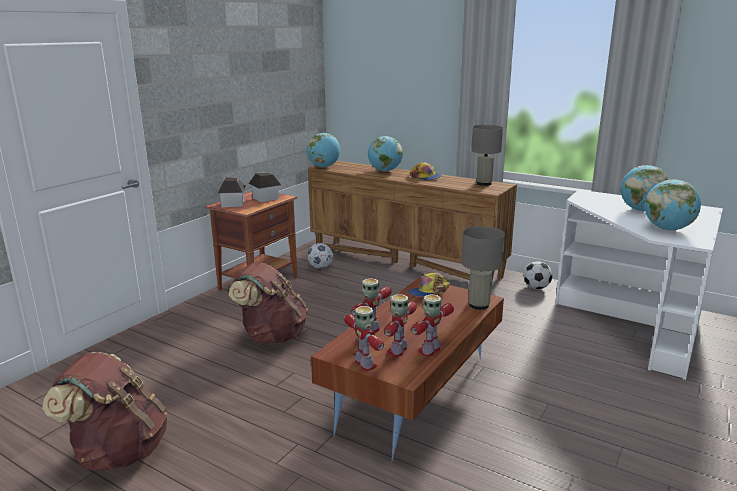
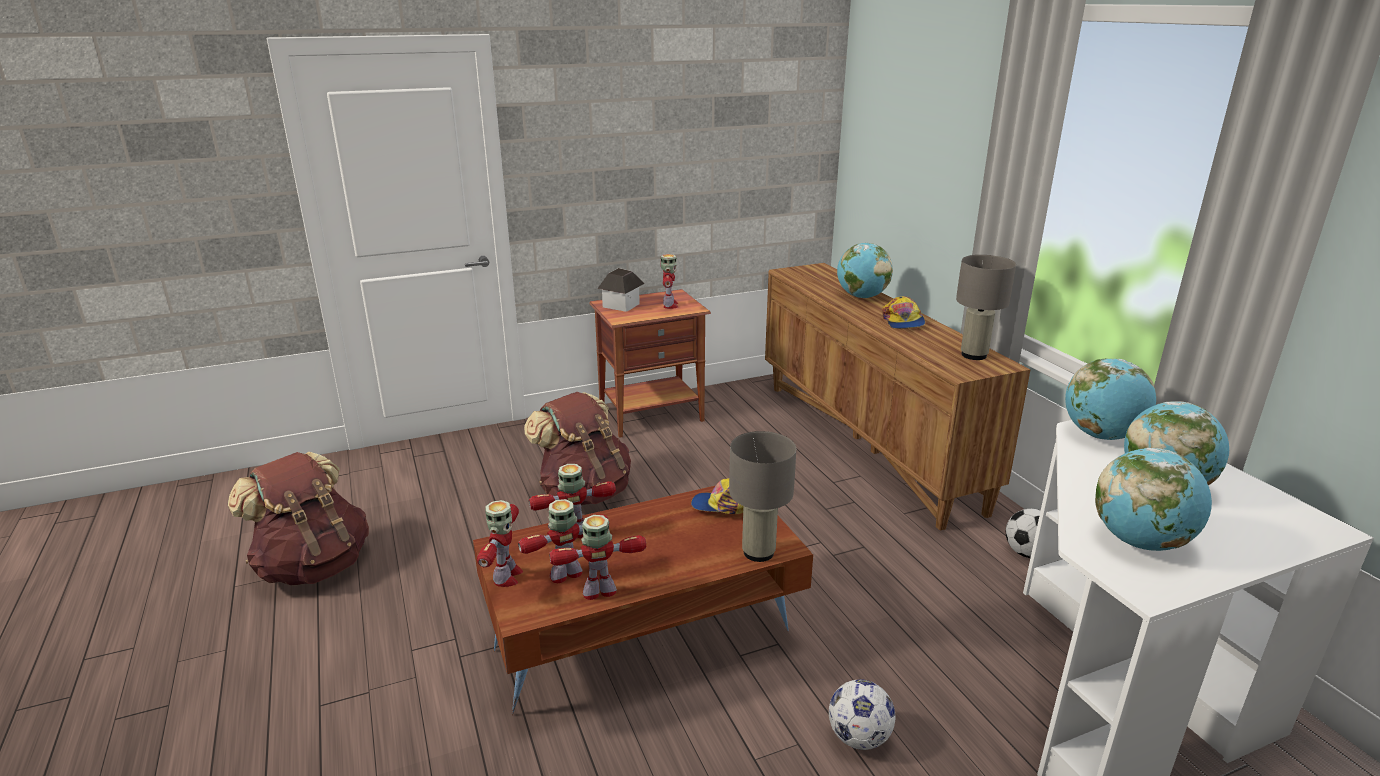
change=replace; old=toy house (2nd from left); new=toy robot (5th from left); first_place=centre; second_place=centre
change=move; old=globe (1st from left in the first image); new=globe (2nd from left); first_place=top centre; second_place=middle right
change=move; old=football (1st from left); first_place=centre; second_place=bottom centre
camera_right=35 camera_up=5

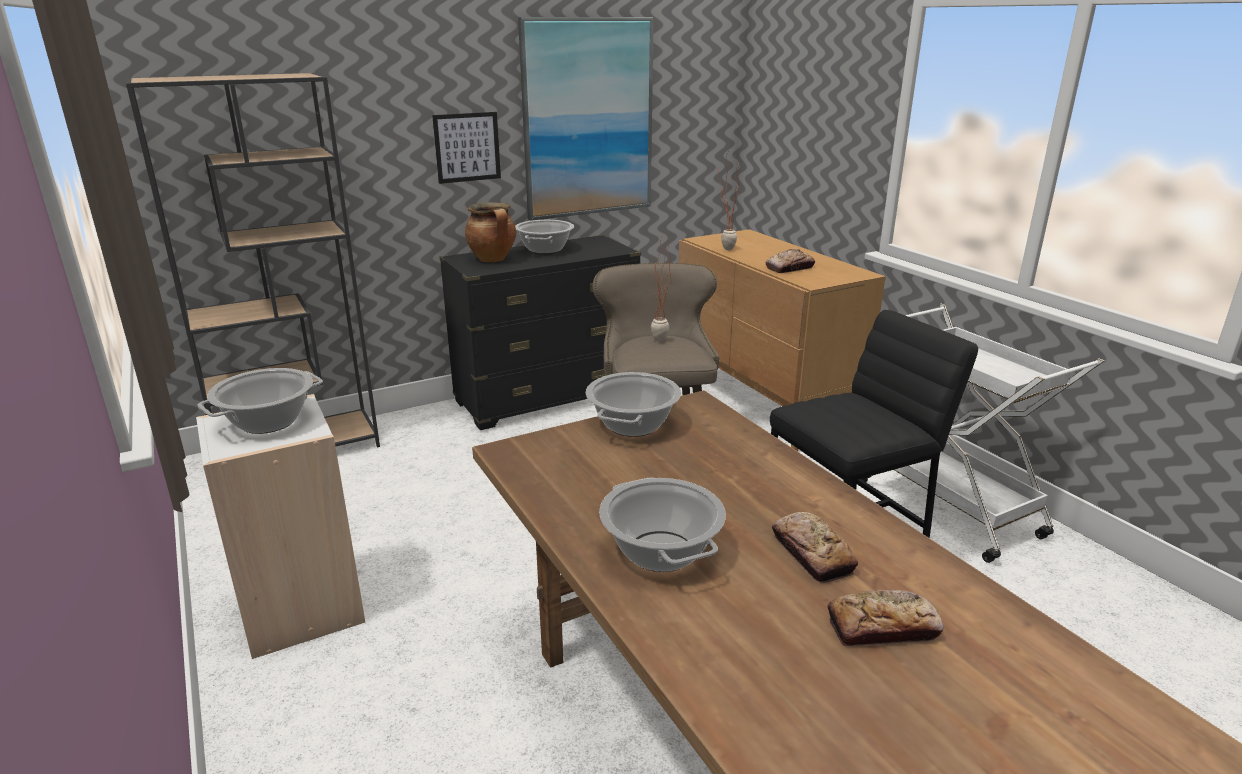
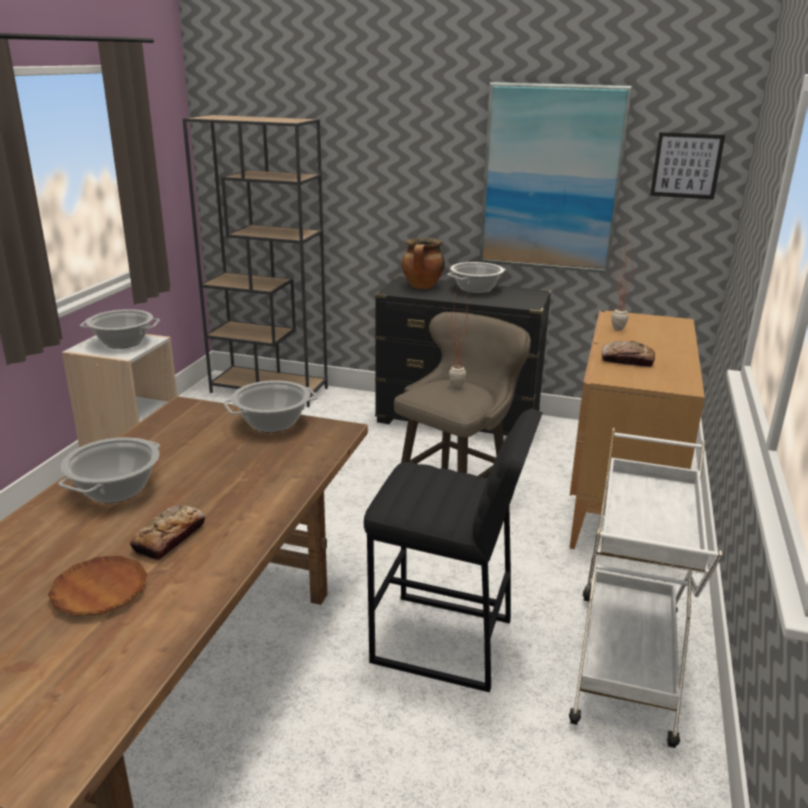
change=move; old=picture (1st from left in the first image); new=picture (2nd from left); first_place=top centre; second_place=top right
change=replace; old=bread (3rd from left); new=plate/brown; first_place=bottom right; second_place=bottom left
camera_right=45 camera_up=0

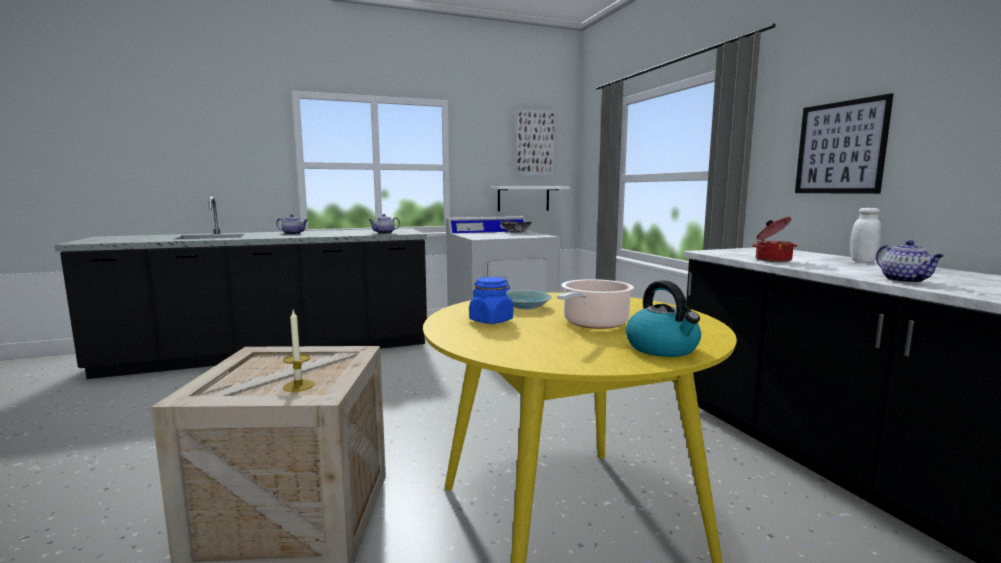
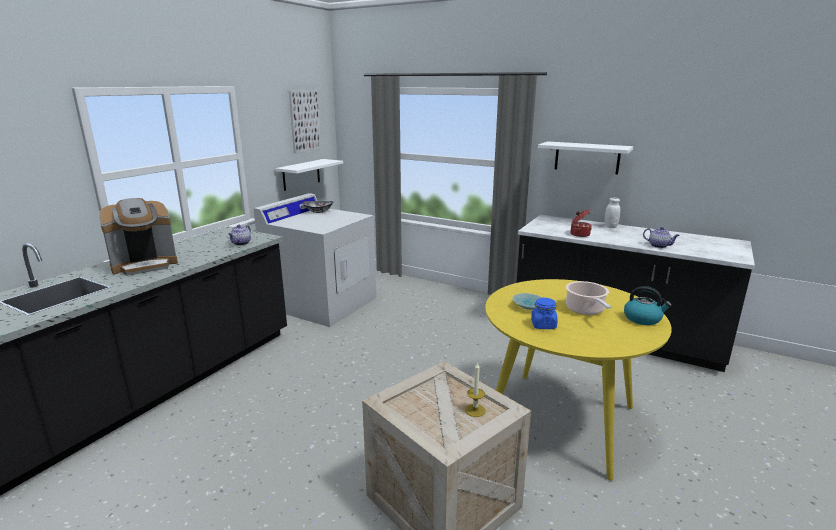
change=replace; old=teapot (1st from left); new=coffee machine; first_place=middle left; second_place=middle left
change=replace; old=picture (2nd from left); new=shelf/white (2nd from left); first_place=top right; second_place=top right
camera_right=-40 camera_up=10

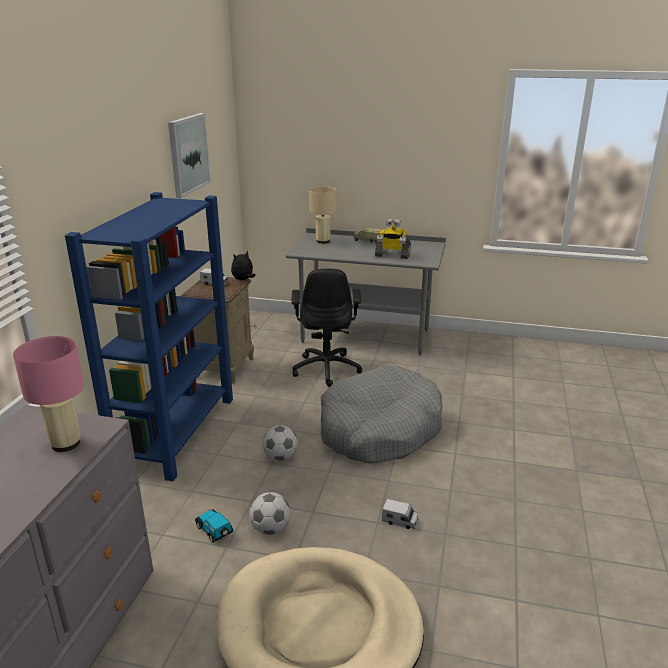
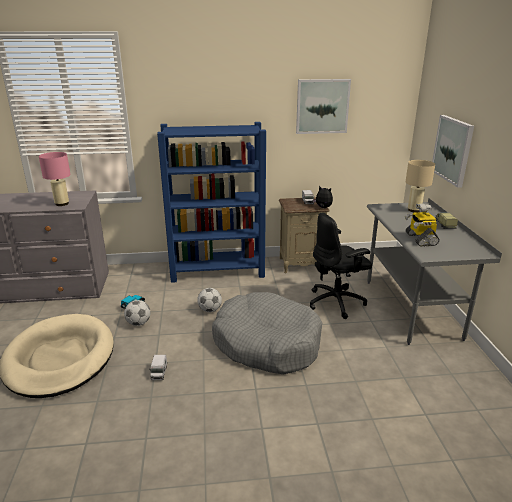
change=insert; new=picture (2nd from left); second_place=top right
camera_right=70 camera_up=0

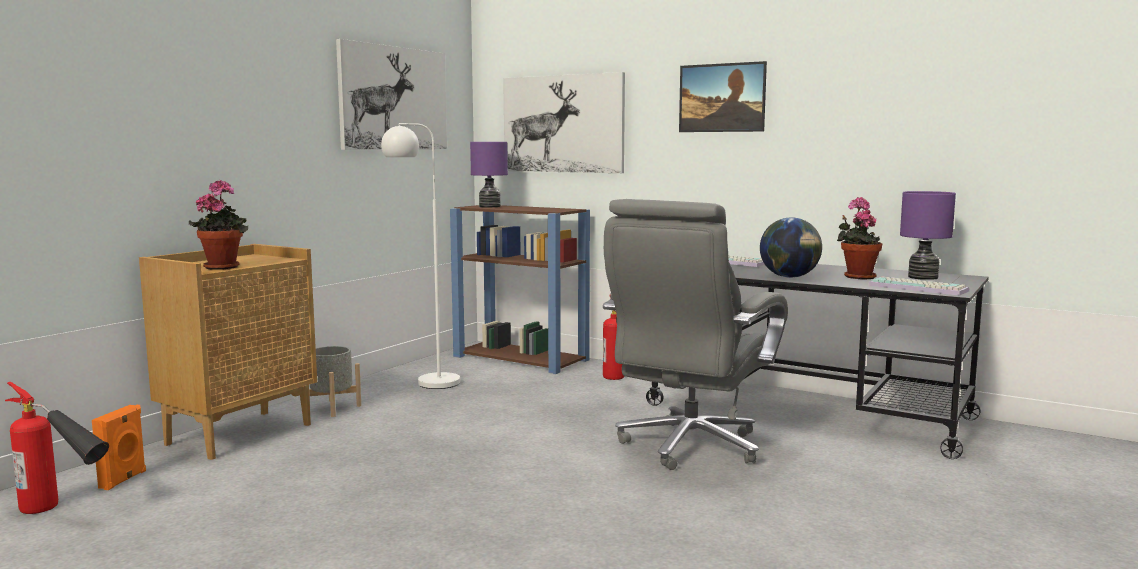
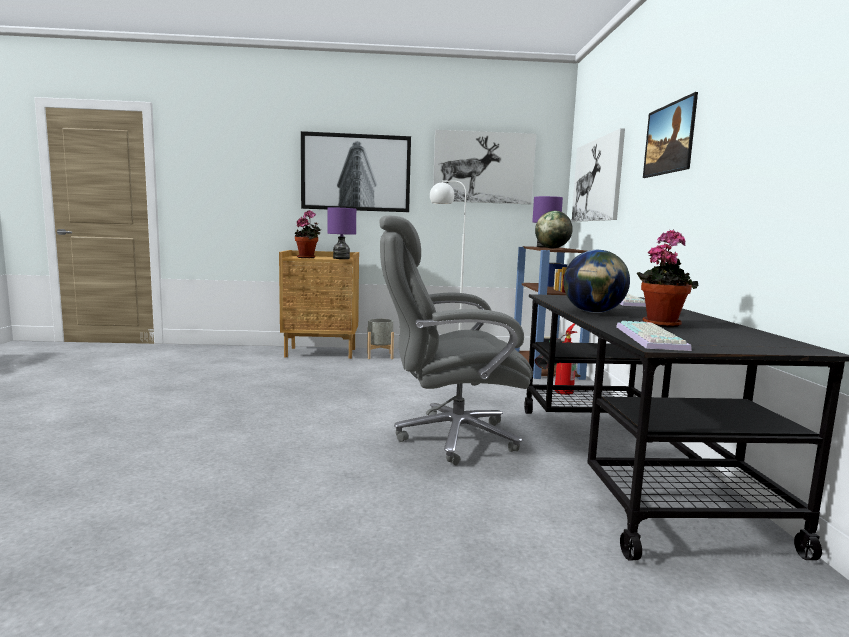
change=delete; old=fire extinguisher (1st from left); first_place=bottom left
change=delete; old=speaker/orange; first_place=bottom left
change=move; old=table lamp/purple (2nd from left in the first image); new=table lamp/purple (1st from left); first_place=middle right; second_place=centre
change=insert; new=picture (1st from left); second_place=top centre
change=insert; new=globe (1st from left); second_place=centre
camera_right=55 camera_up=0

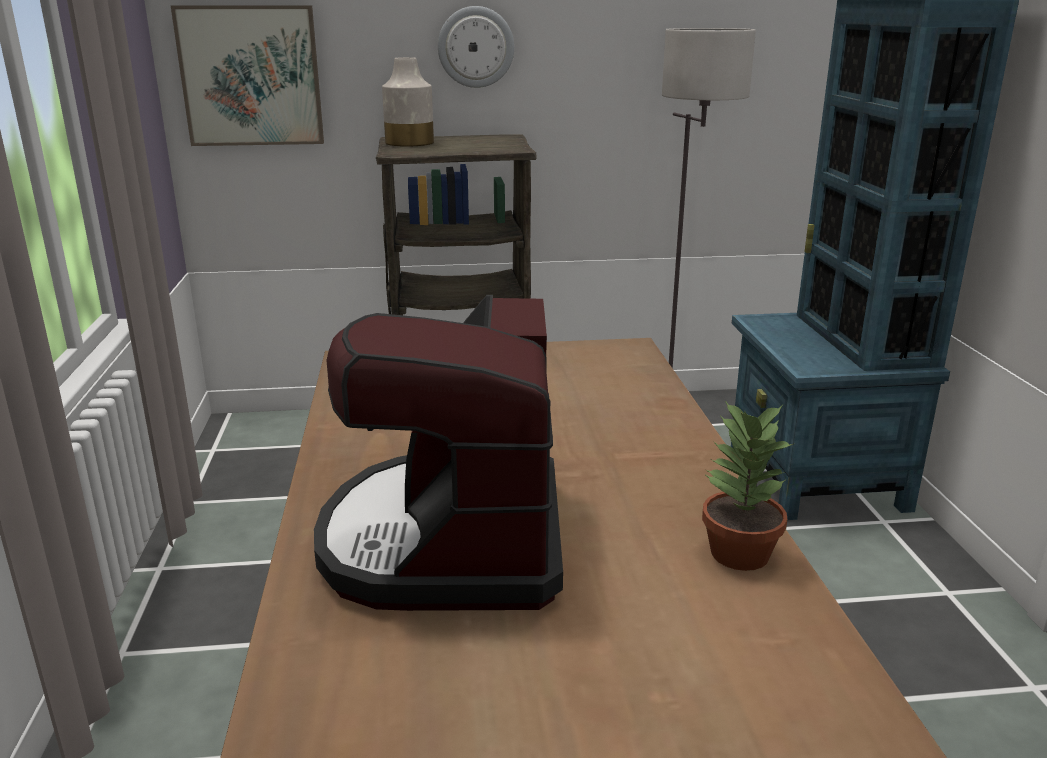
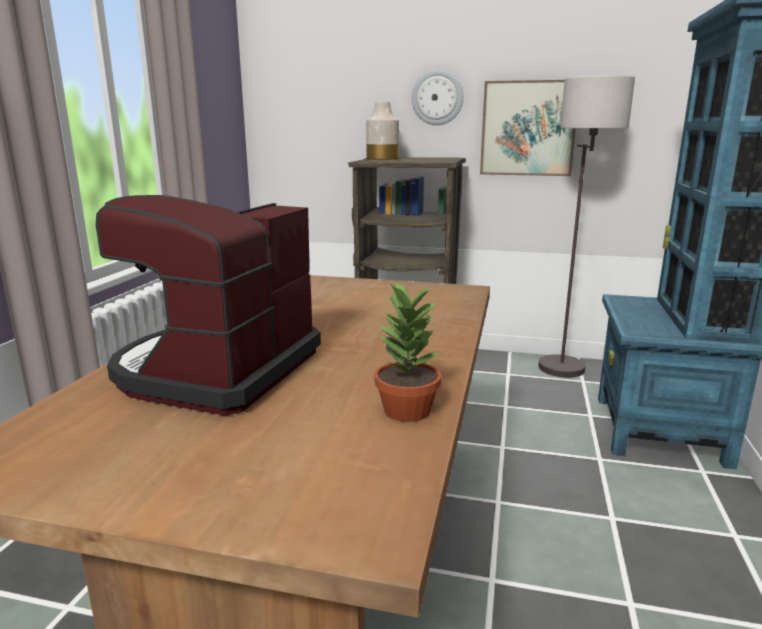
change=move; old=picture; first_place=top left; second_place=top right
camera_right=20 camera_up=-5

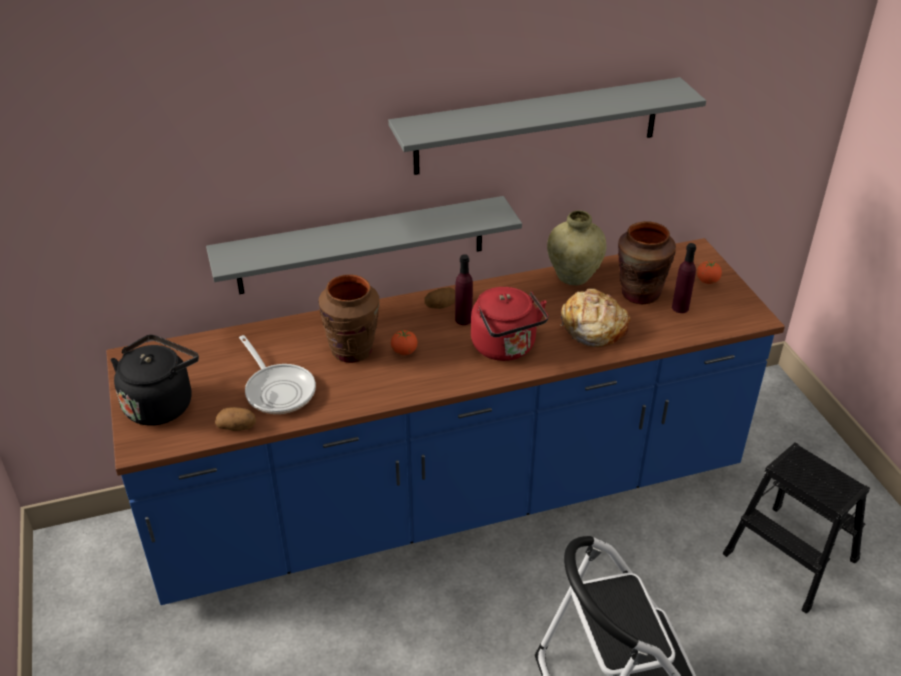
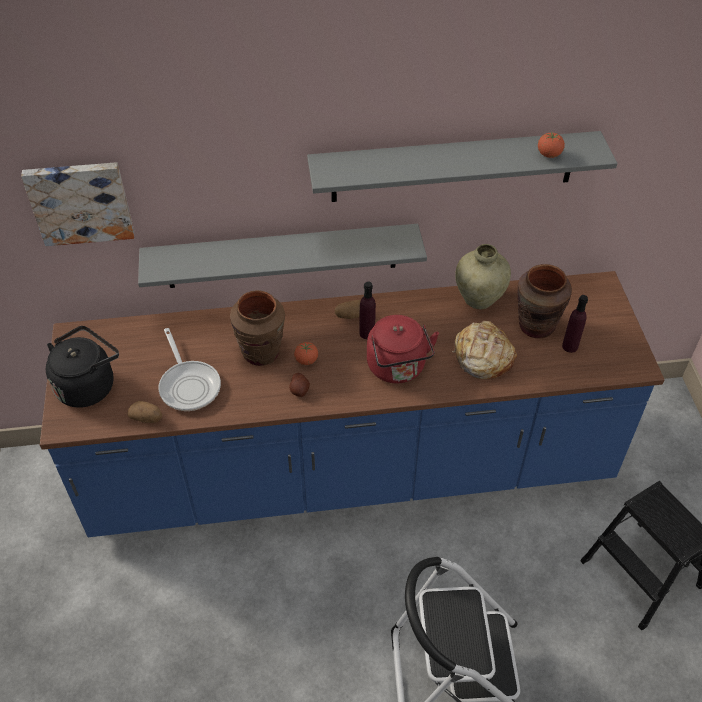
change=move; old=tomato (2nd from left); first_place=middle right; second_place=top right
change=insert; new=picture; second_place=top left
change=insert; new=potato (2nd from left); second_place=centre
camera_right=10 camera_up=10

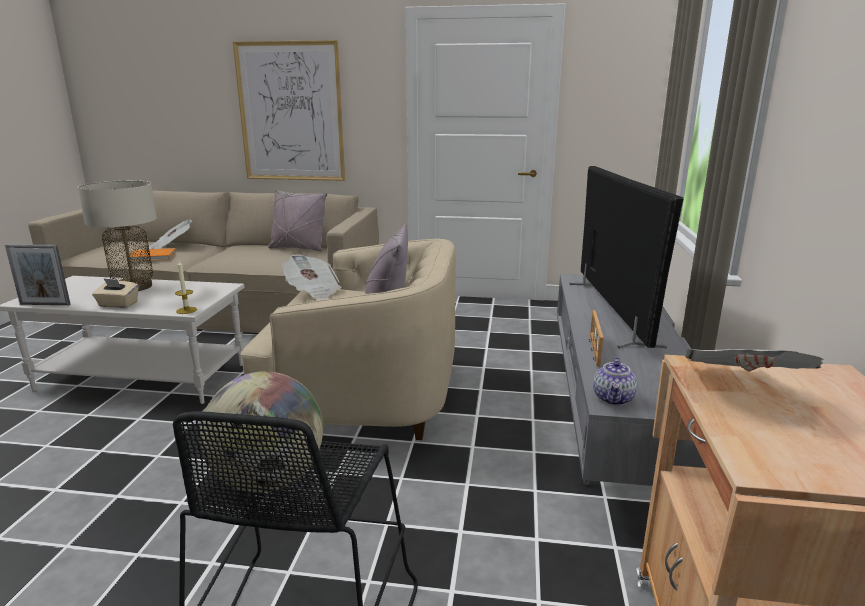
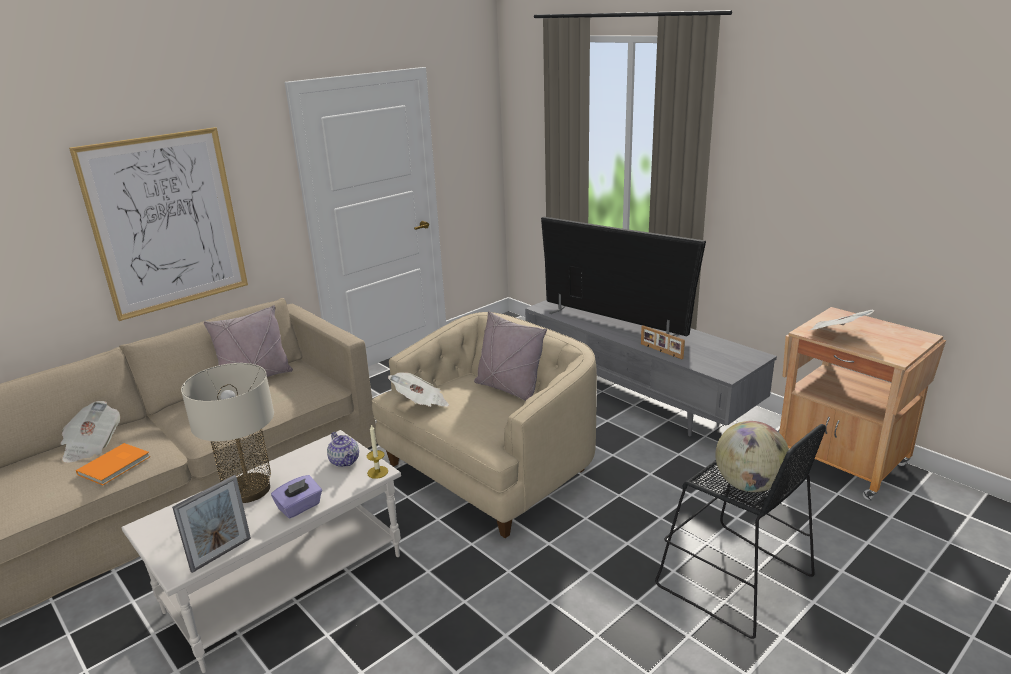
change=recolor; old=tissue box/beige; new=tissue box/purple; first_place=middle left; second_place=bottom left
change=move; old=teapot; first_place=middle right; second_place=centre
camera_right=-50 camera_up=5

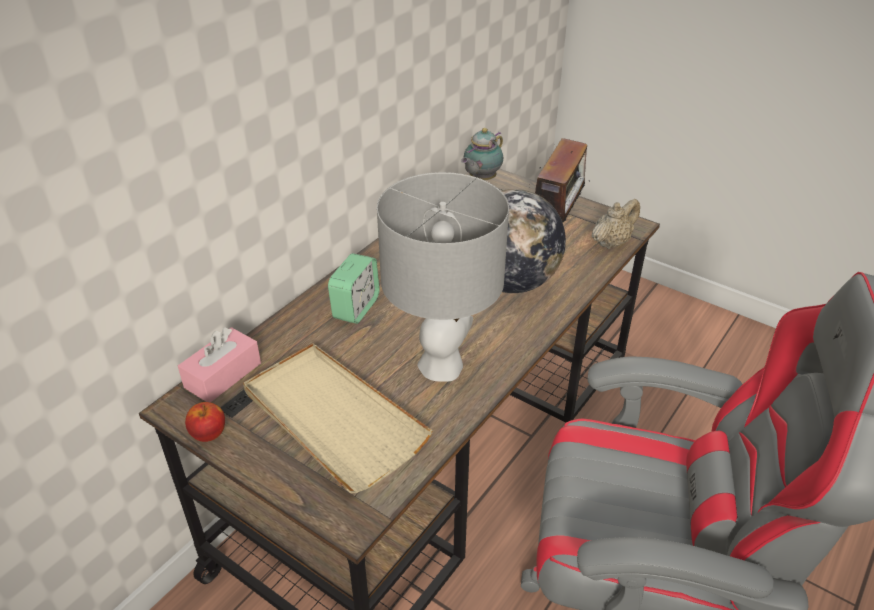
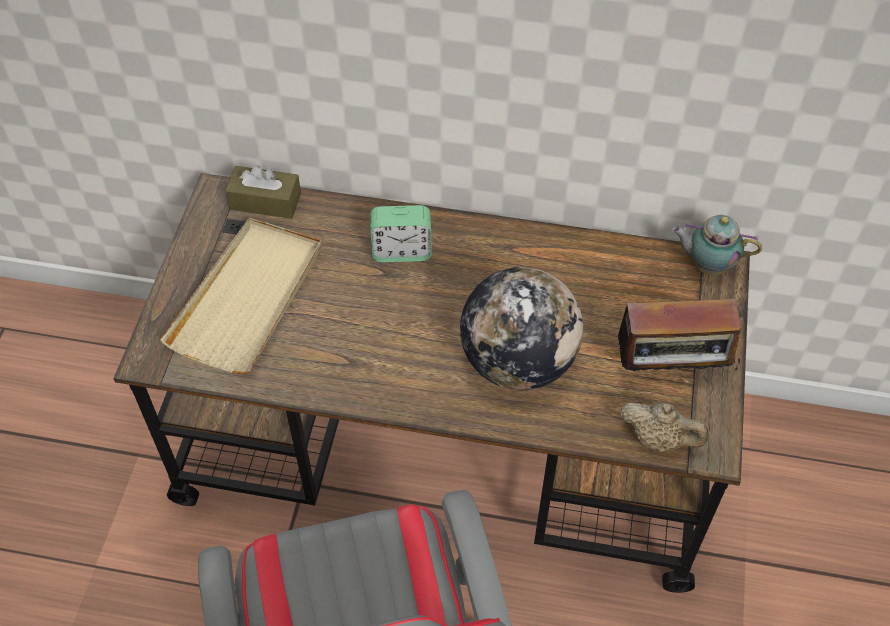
change=recolor; old=tissue box/pink; new=tissue box/brown; first_place=middle left; second_place=top left
change=delete; old=apple; first_place=bottom left
change=delete; old=table lamp/grey; first_place=centre
camera_right=65 camera_up=15

